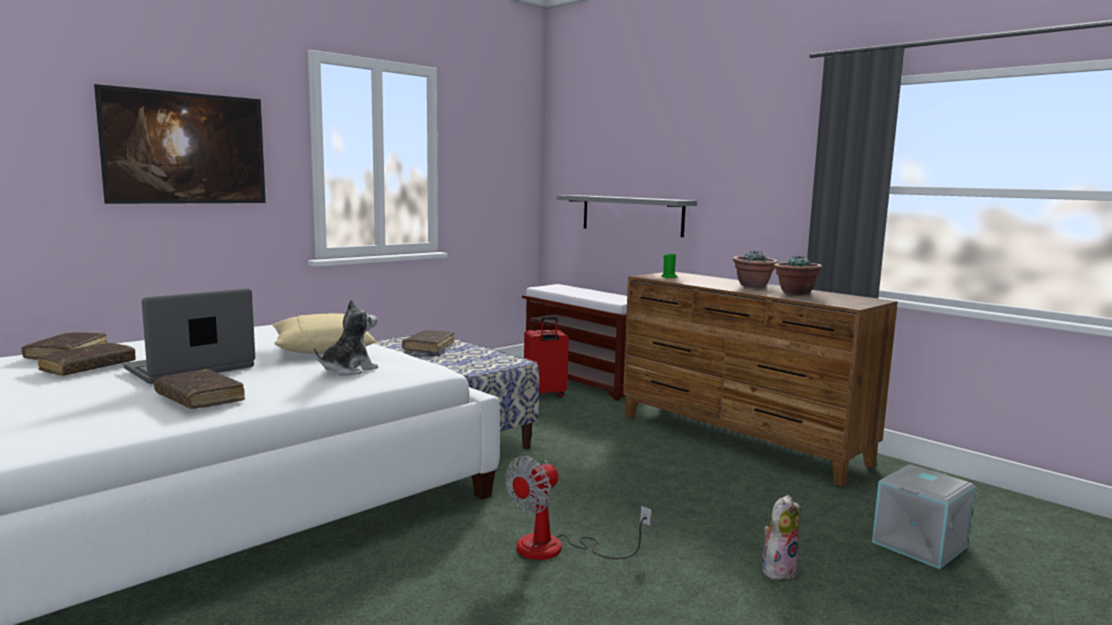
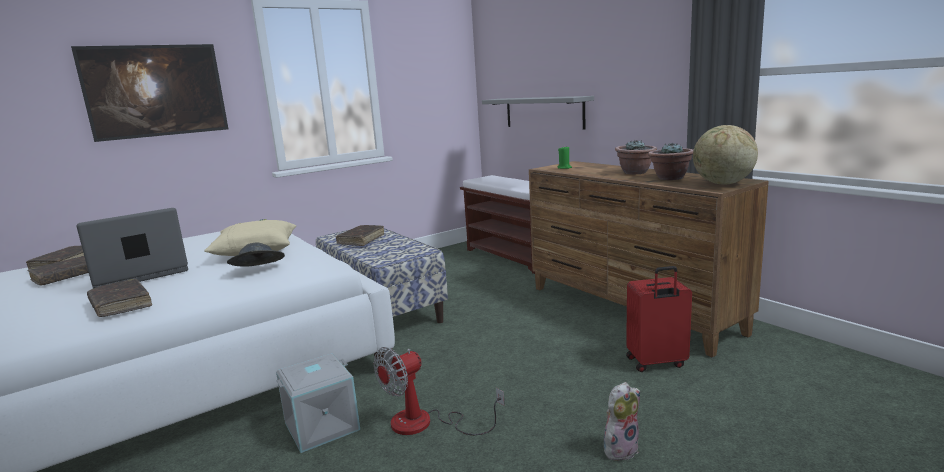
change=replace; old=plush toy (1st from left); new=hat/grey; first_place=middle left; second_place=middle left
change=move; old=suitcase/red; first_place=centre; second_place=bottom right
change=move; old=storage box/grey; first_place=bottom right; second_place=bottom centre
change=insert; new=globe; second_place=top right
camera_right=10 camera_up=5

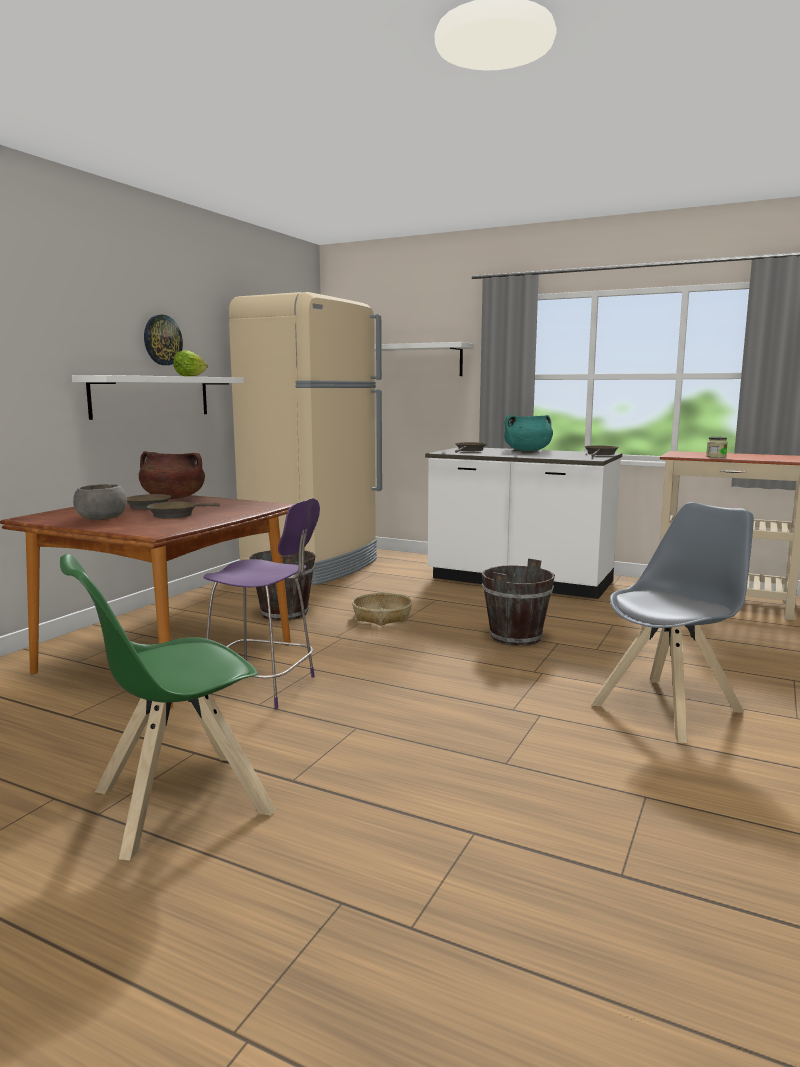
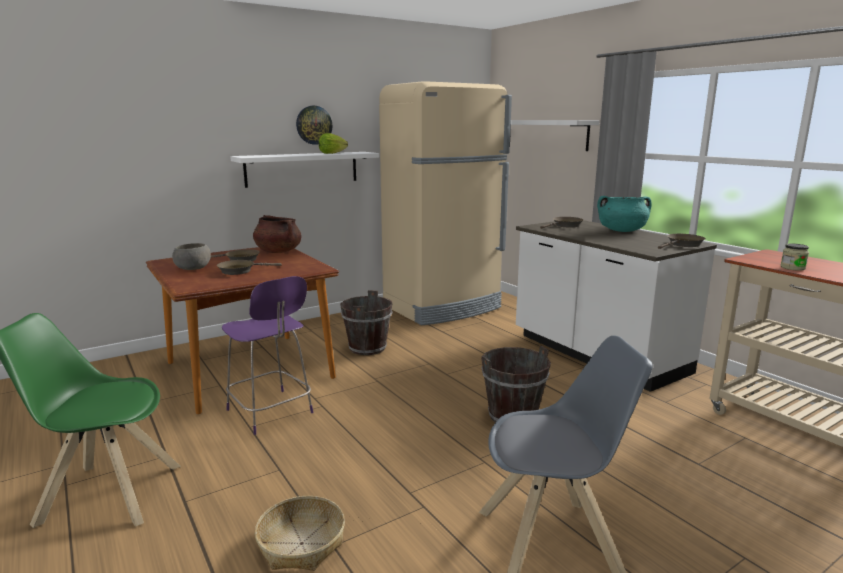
change=move; old=basket; first_place=centre; second_place=bottom centre
camera_right=30 camera_up=5

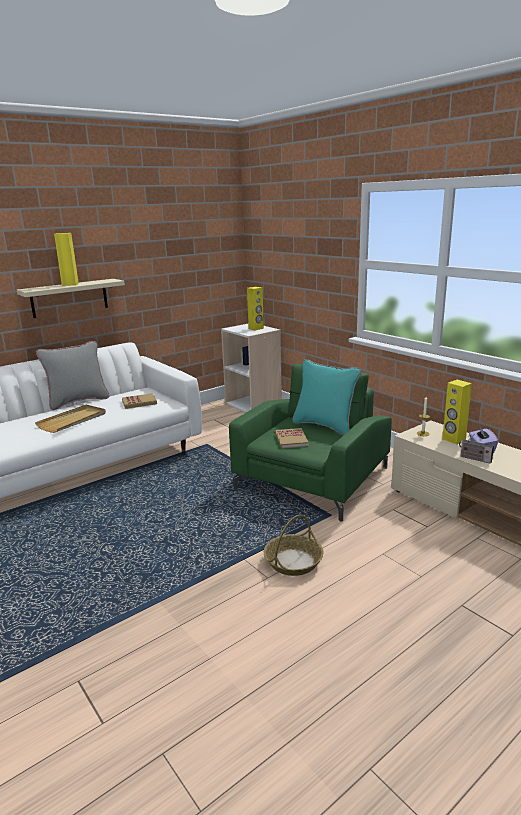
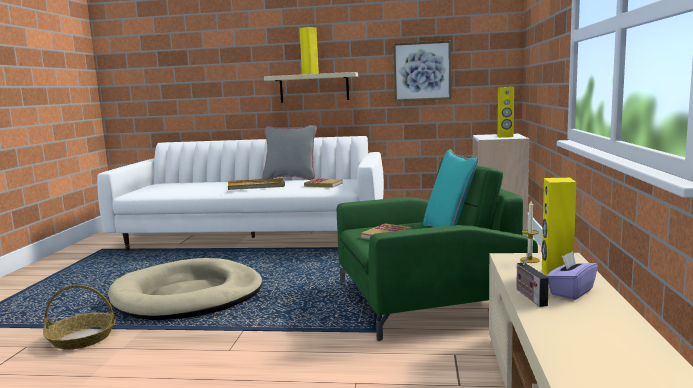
change=move; old=basket; first_place=bottom centre; second_place=bottom left
change=insert; new=dog bed/beige; second_place=bottom left
change=insert; new=picture; second_place=top centre
camera_right=45 camera_up=-10

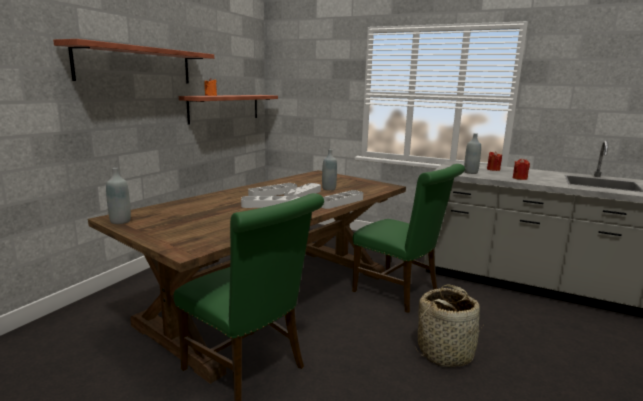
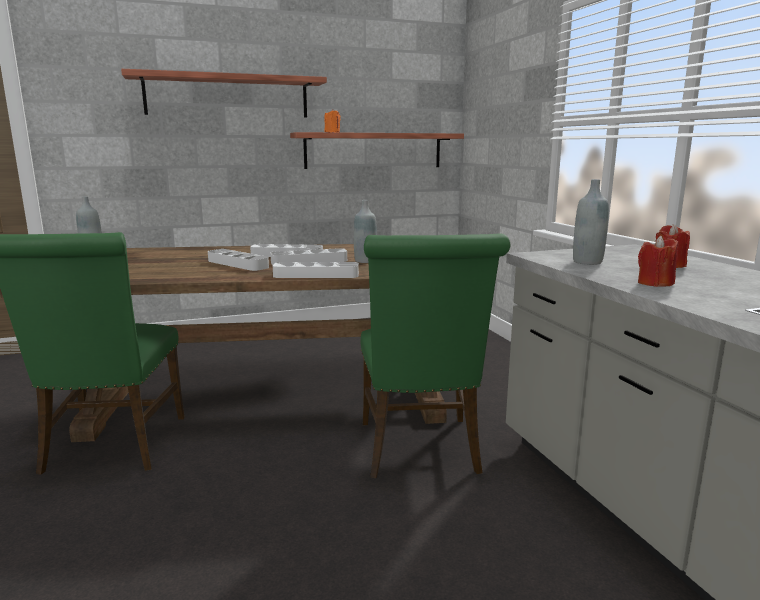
change=delete; old=basket; first_place=bottom right
camera_right=45 camera_up=0

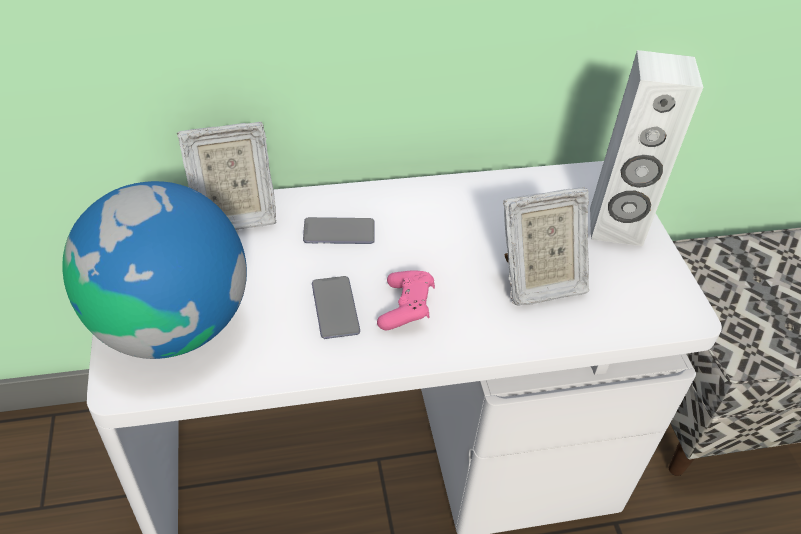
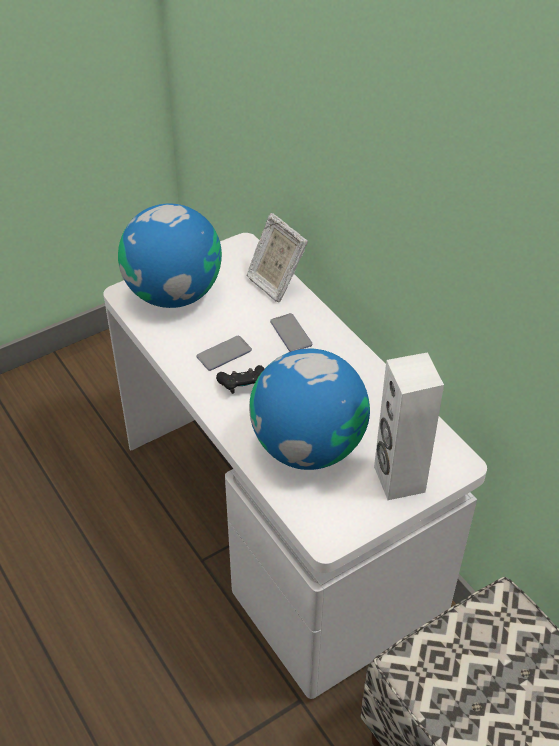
change=recolor; old=game controller/pink; new=game controller/black; first_place=centre; second_place=centre
change=replace; old=picture frame (2nd from left); new=globe (2nd from left); first_place=middle right; second_place=centre
camera_right=70 camera_up=0

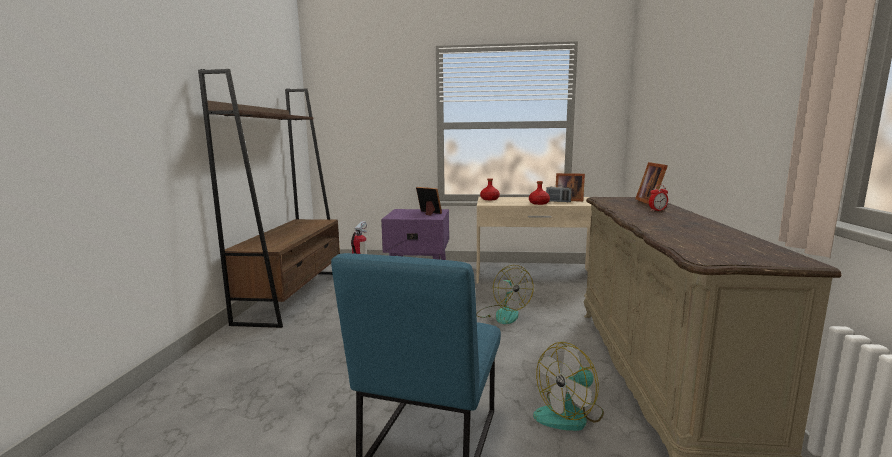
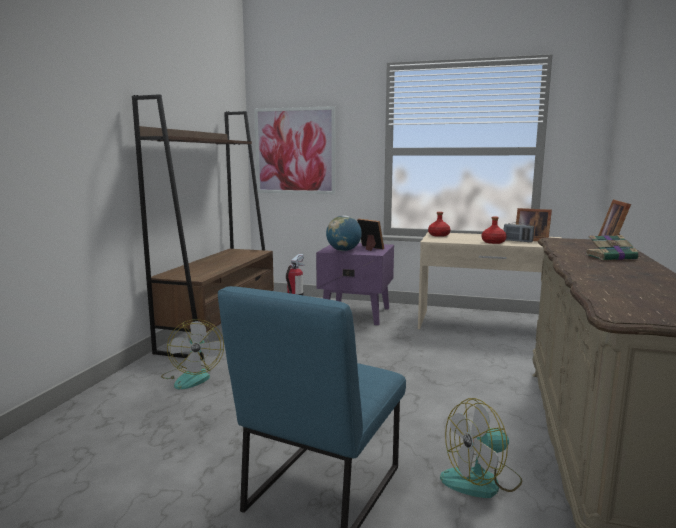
change=move; old=fan (1st from left); first_place=centre; second_place=bottom left
change=replace; old=alarm clock; new=book; first_place=middle right; second_place=middle right
change=insert; new=picture; second_place=top centre
change=insert; new=globe; second_place=centre
camera_right=10 camera_up=0

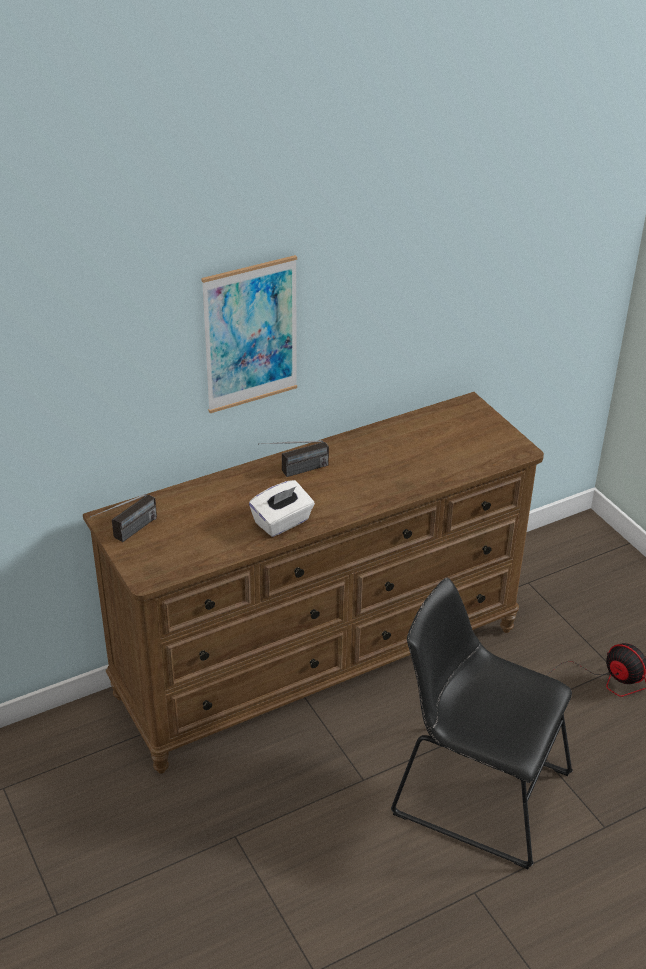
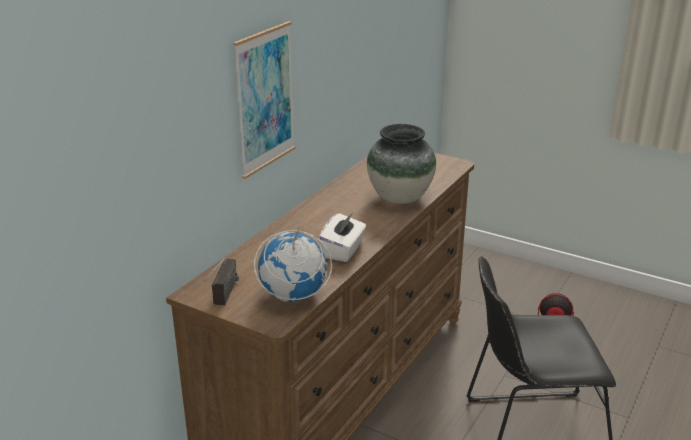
change=delete; old=radio (2nd from left); first_place=centre
change=insert; new=globe; second_place=centre
change=insert; new=vase; second_place=centre
camera_right=-30 camera_up=-10

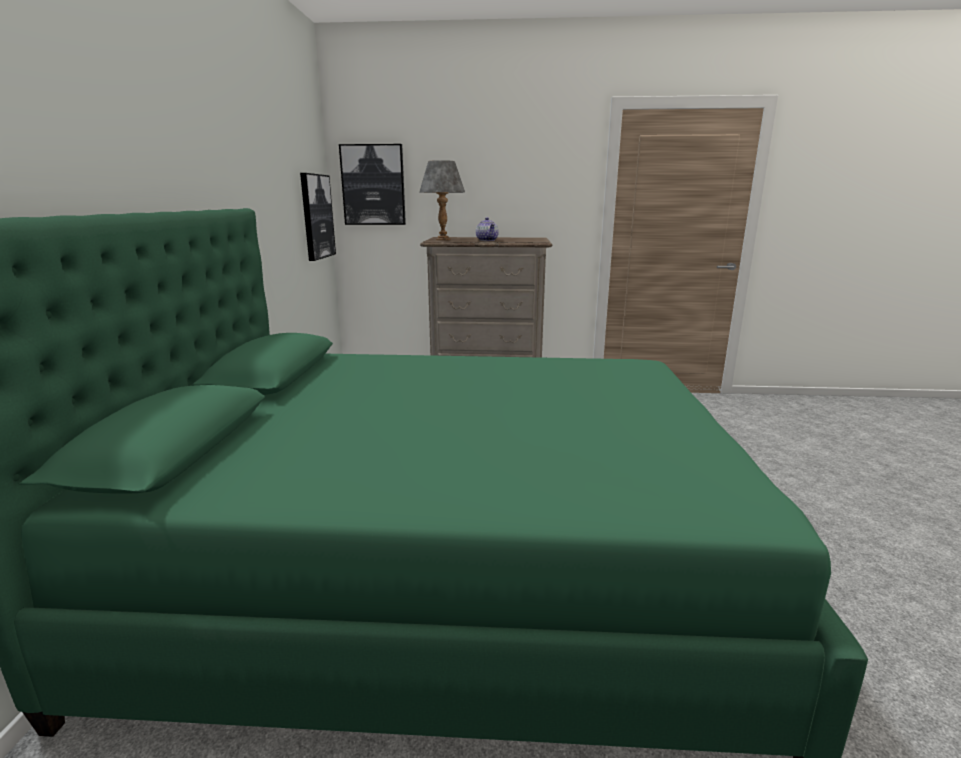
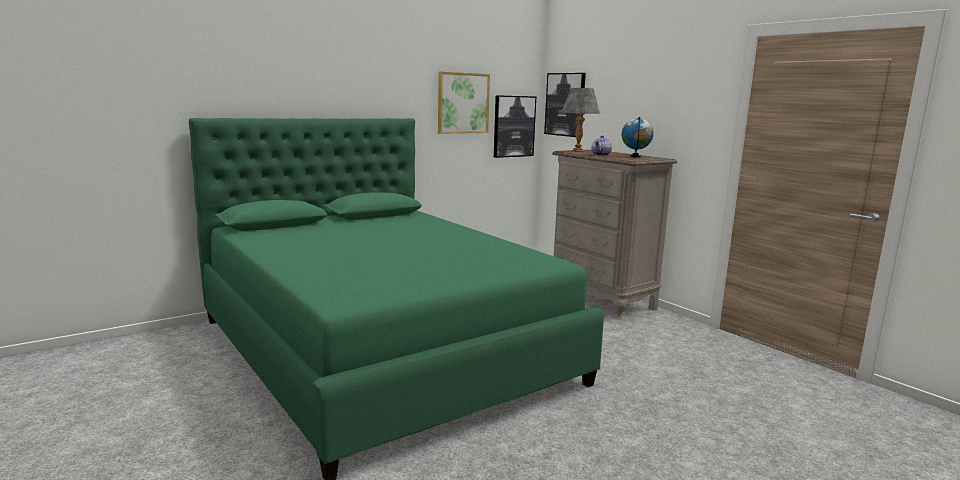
change=insert; new=picture (1st from left); second_place=top centre
change=insert; new=globe; second_place=top centre
camera_right=50 camera_up=-5

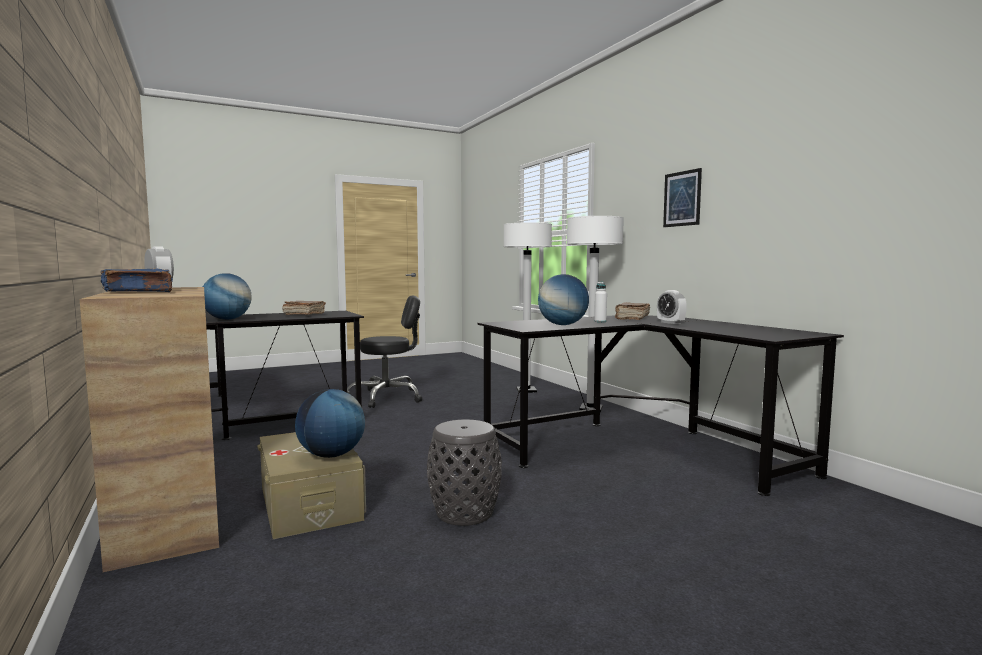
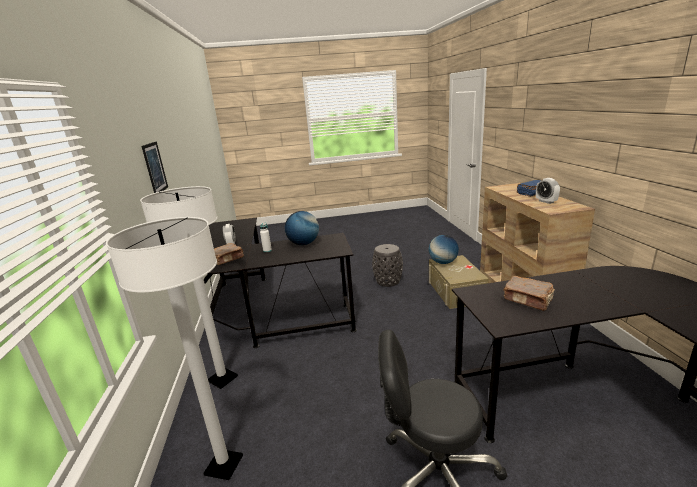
change=delete; old=globe (1st from left); first_place=middle left
camera_right=-160 camera_up=15

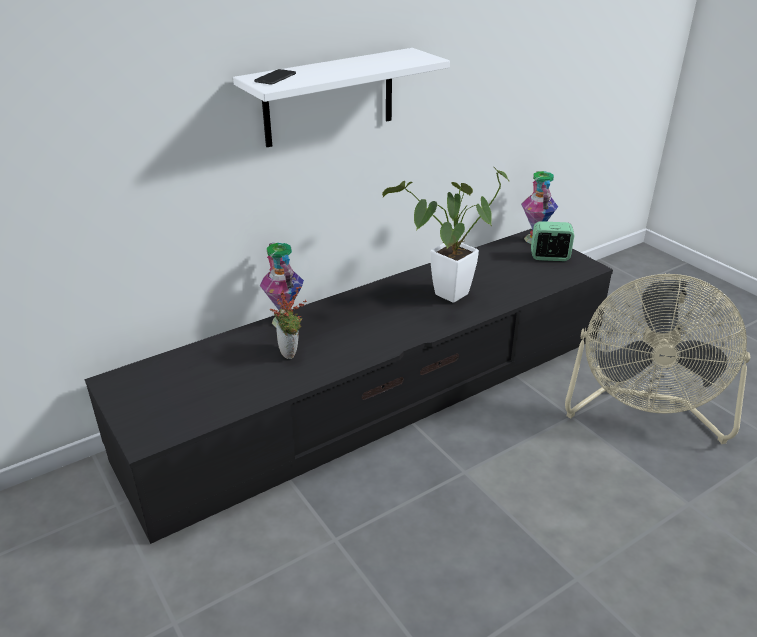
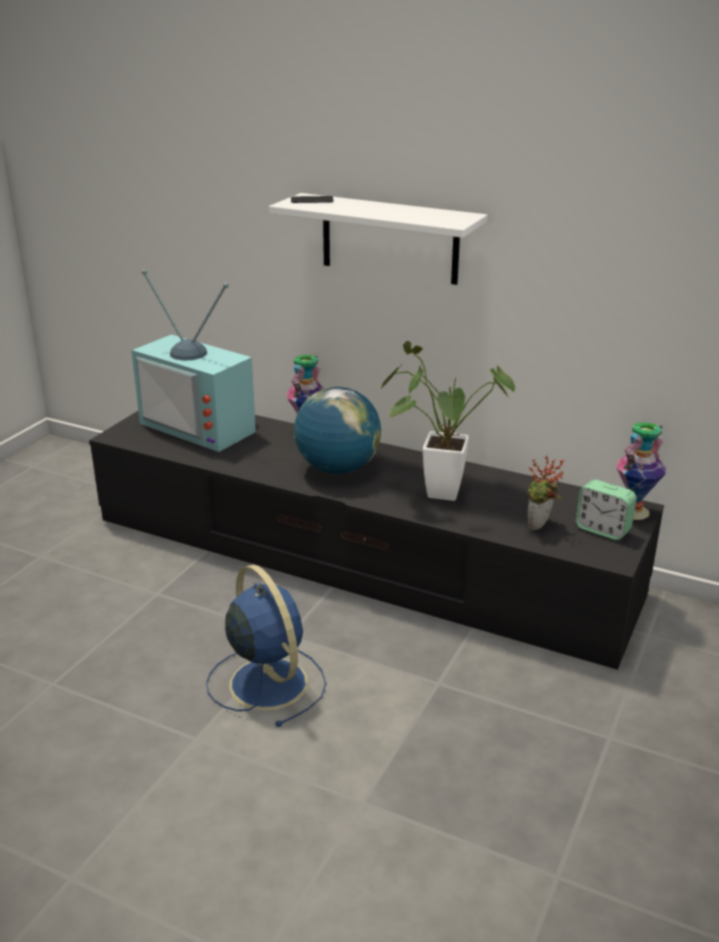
change=move; old=potted plant (1st from left in the first image); new=potted plant (2nd from left); first_place=centre; second_place=middle right
change=rotate; old=alarm clock; first_place=middle right; second_place=middle right; degrees=150
change=delete; old=fan/beige; first_place=middle right
change=insert; new=television; second_place=middle left
change=insert; new=fan/blue; second_place=bottom centre
change=insert; new=globe; second_place=centre
camera_right=60 camera_up=-5

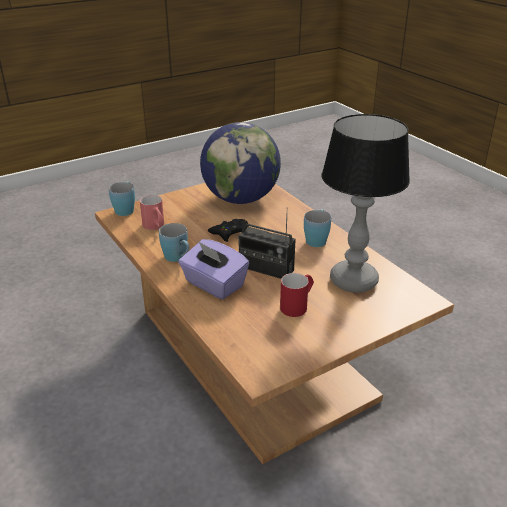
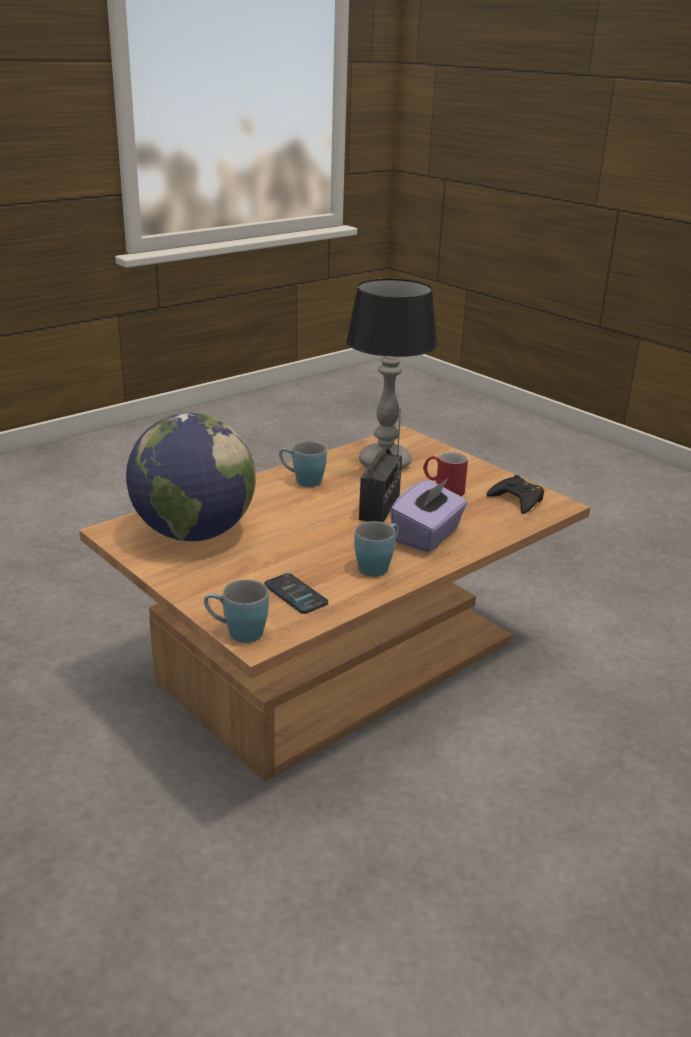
change=replace; old=mug/red (1st from left); new=phone; first_place=middle left; second_place=centre
change=move; old=game controller/black; first_place=centre; second_place=middle right
camera_right=-100 camera_up=-5

